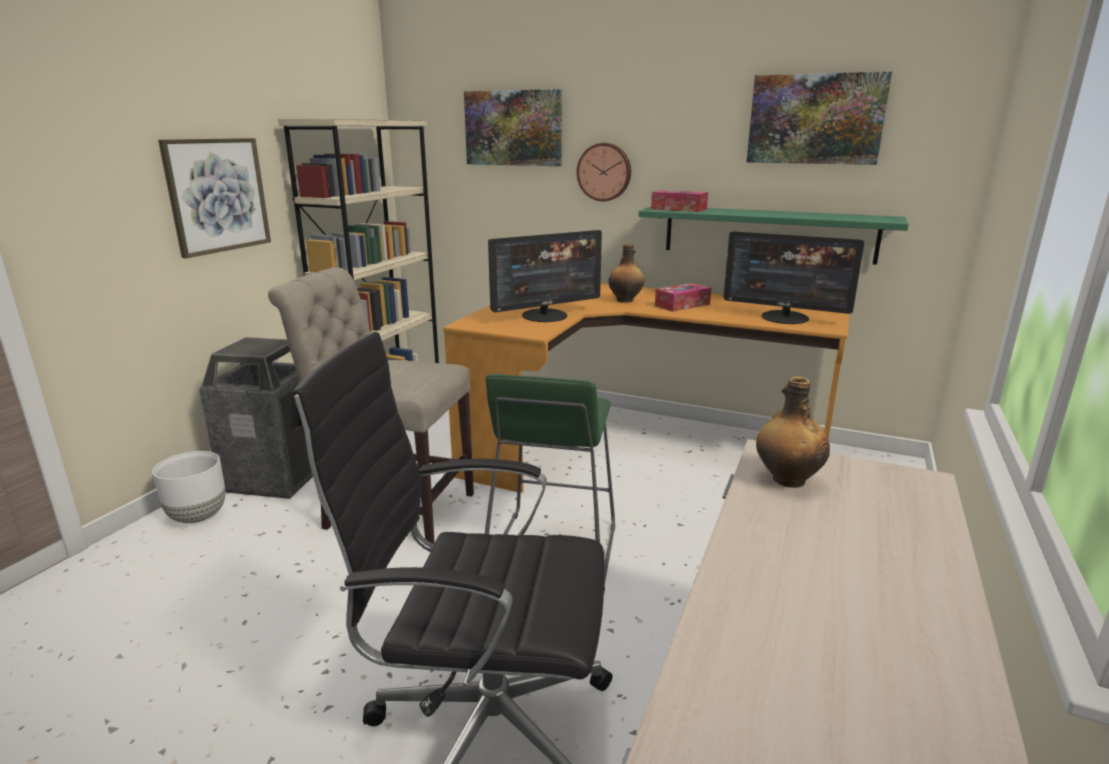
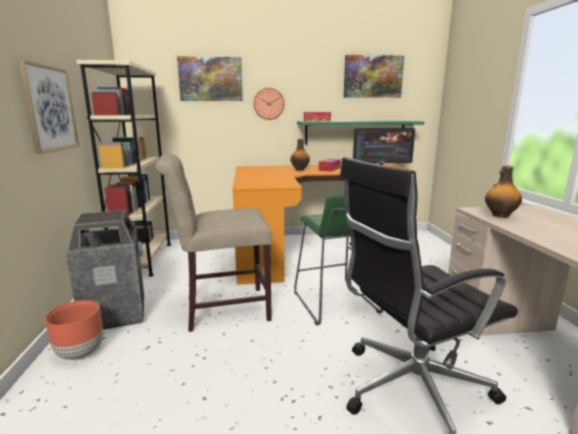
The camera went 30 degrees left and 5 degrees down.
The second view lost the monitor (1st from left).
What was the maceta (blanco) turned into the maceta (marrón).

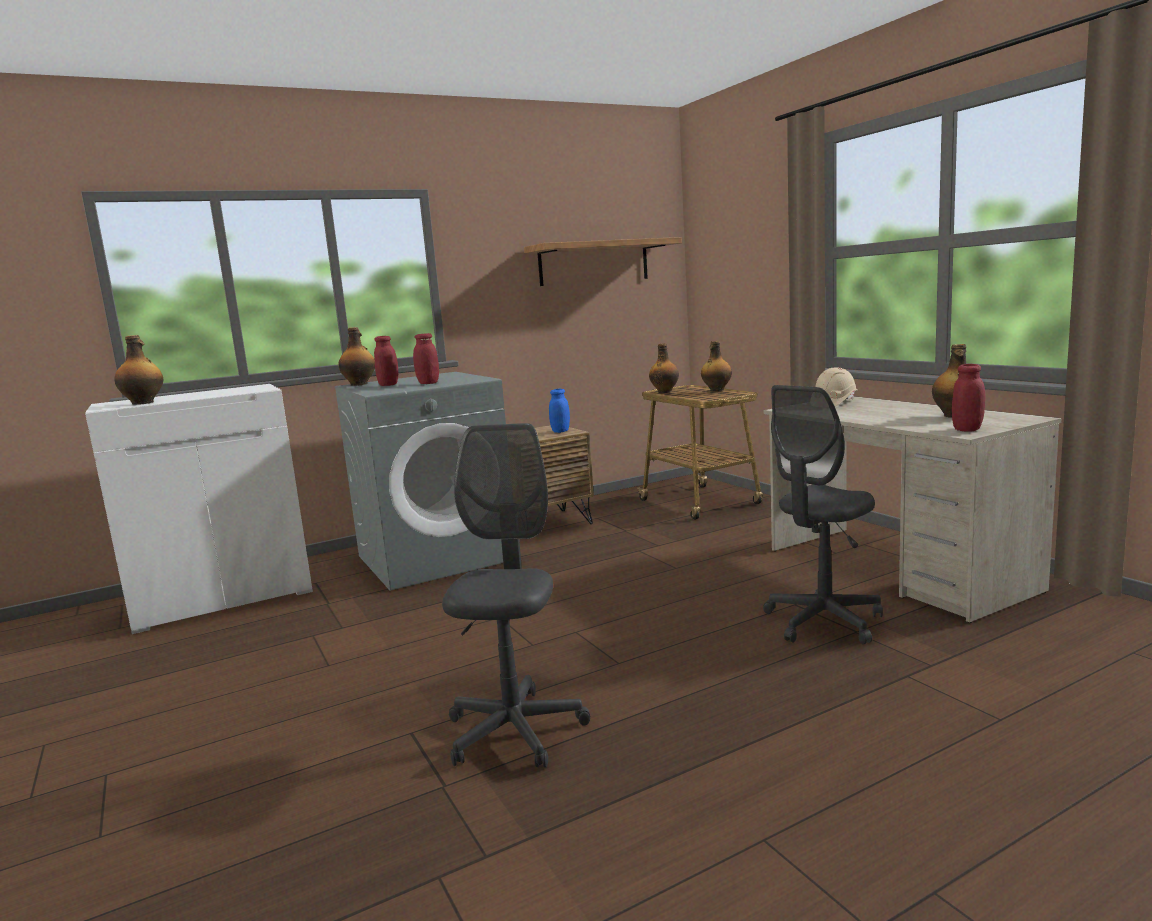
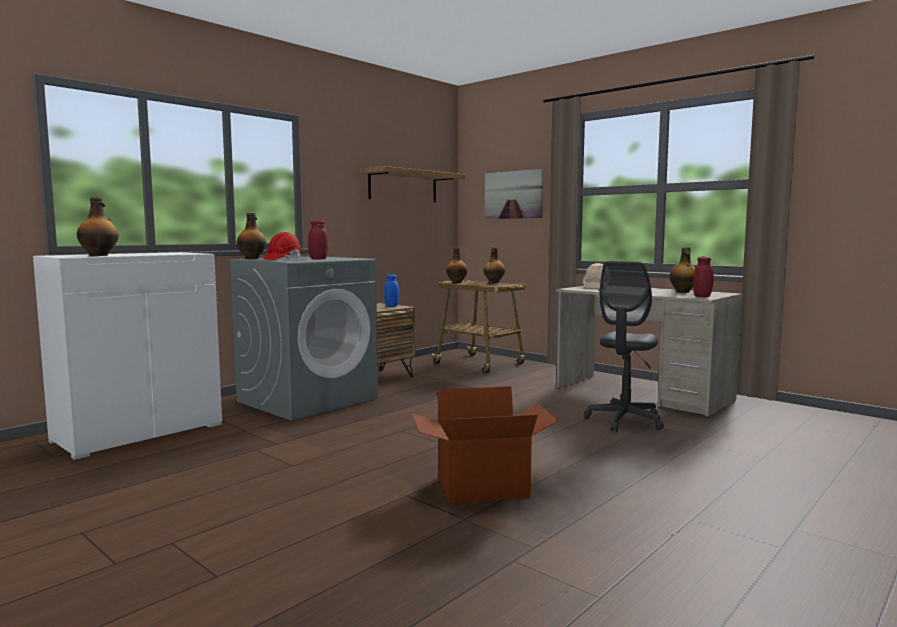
The camera went 20 degrees left and 5 degrees down.
Where the tarro (rojo) (1st from left) stood, the casco (rojo) came to stand.
Where the silla de oficina (gris) (1st from left) stood, the caja de cartón came to stand.
The second view gained the cuadro.

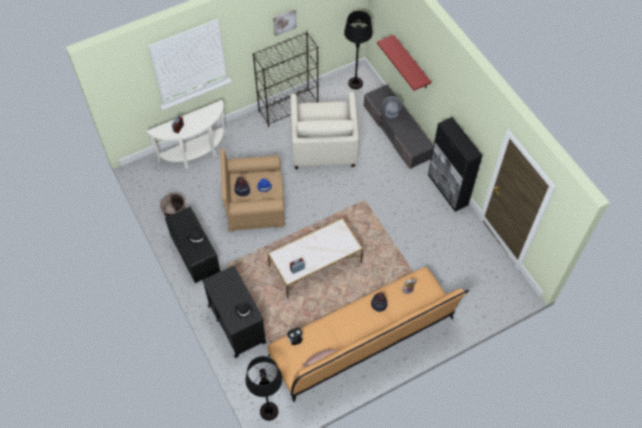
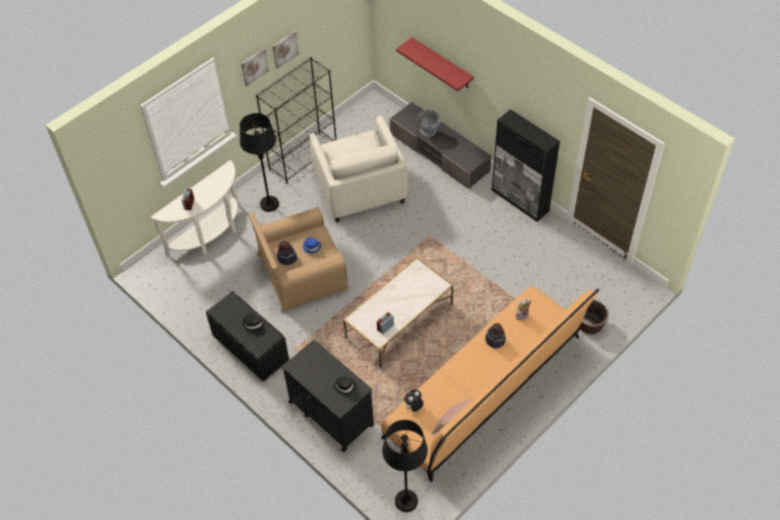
The camera went 15 degrees left and 5 degrees down.
The lámpara de pie (negro) (2nd from left in the first image) ended up elsewhere.
The maceta (marrón) ended up elsewhere.
The second view gained the cuadro (1st from left).

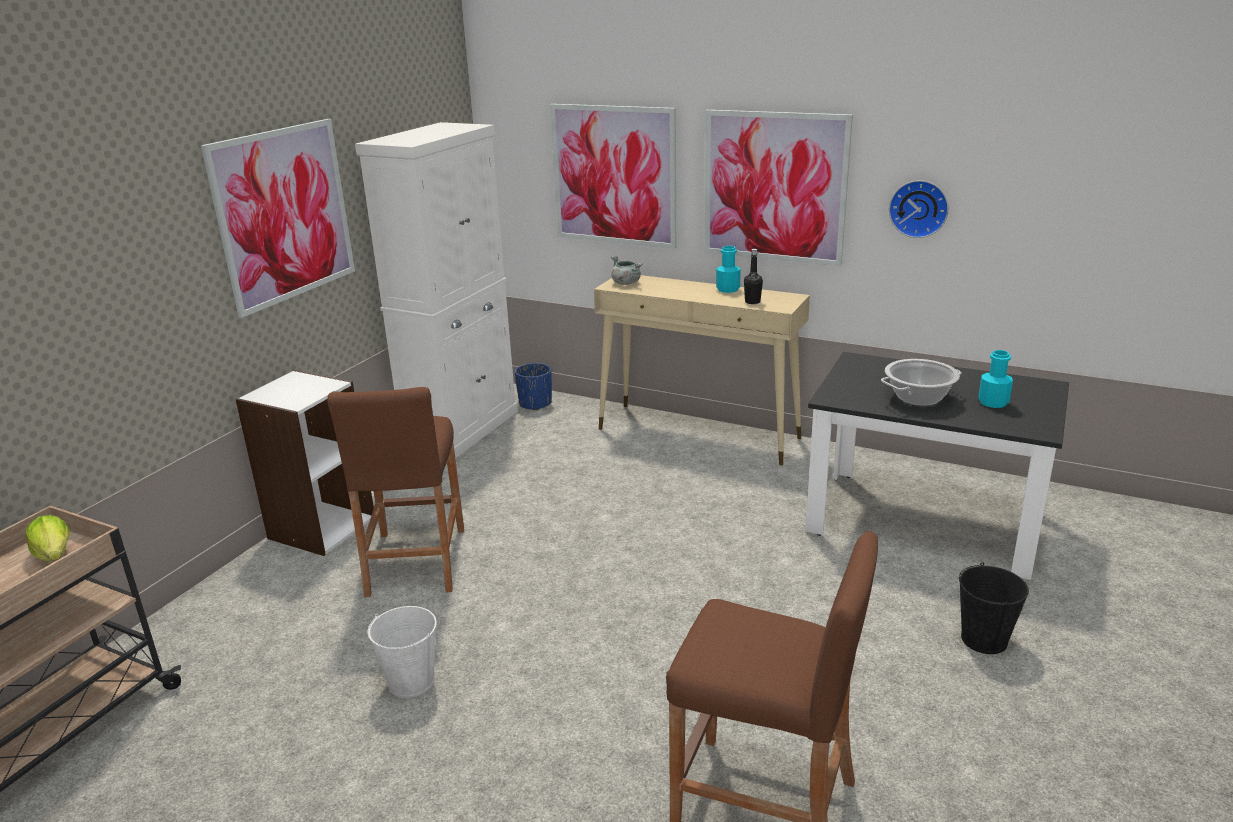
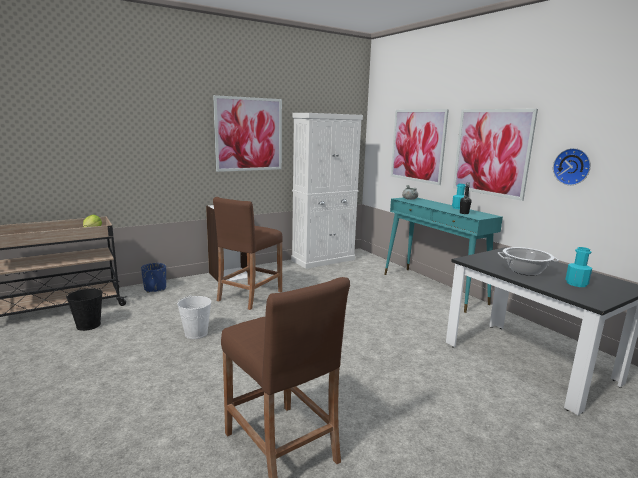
The camera went 30 degrees right and 10 degrees down.
What was the mesa consola (beis) turned into the mesa consola (turquesa).
The maceta (azul) ended up elsewhere.
The cubo (negro) ended up elsewhere.

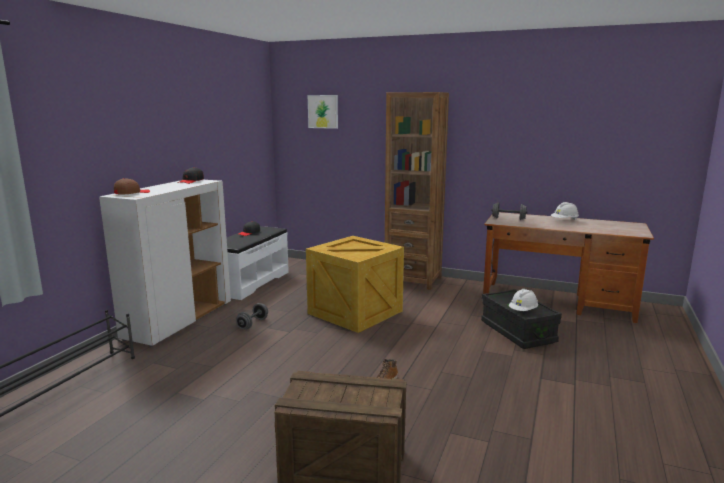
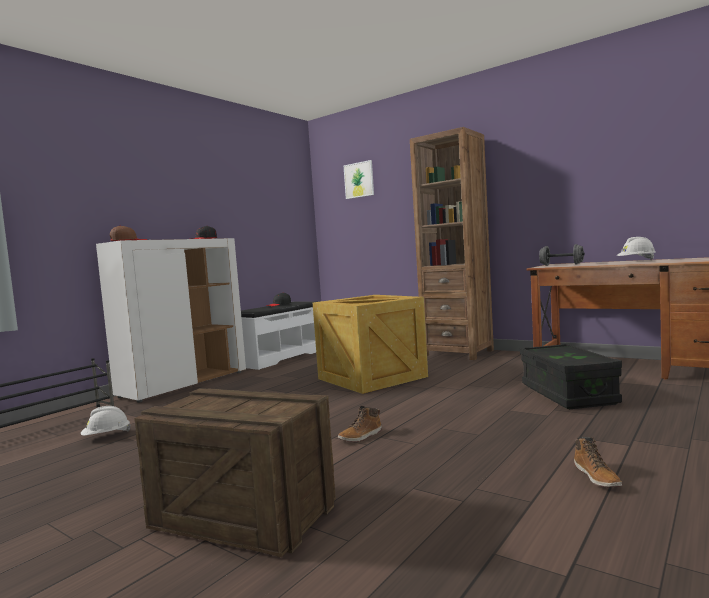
The camera went 15 degrees right and 10 degrees down.
The casco (blanco) (1st from left) ended up elsewhere.
The second view lost the mancuerna (gris) (1st from left).
The second view gained the bota (2nd from left).

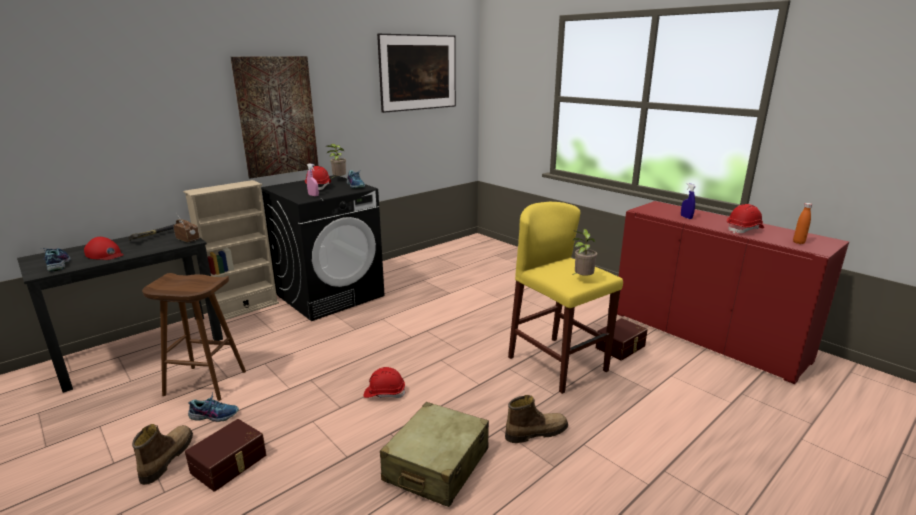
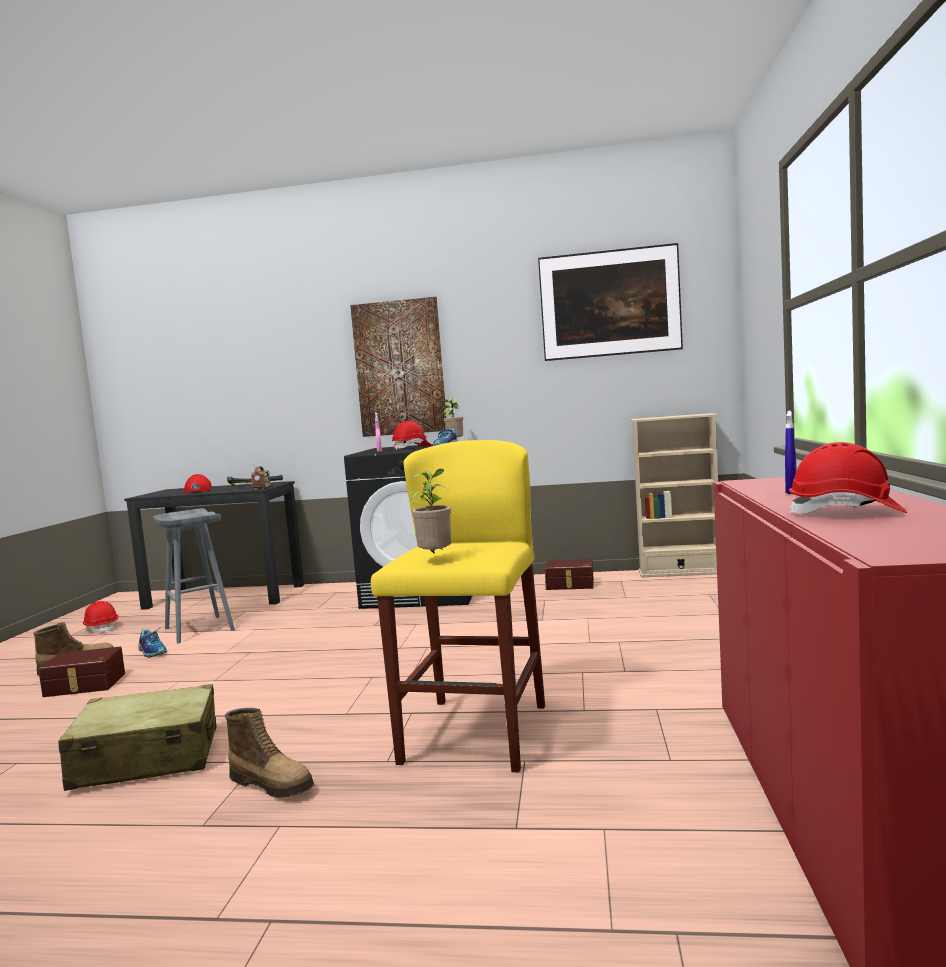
The camera went 50 degrees right and 15 degrees down.
The estantería (beis) ended up elsewhere.
The second view lost the botella (naranja).
The second view lost the zapato (1st from left).
What was the taburete (marrón) turned into the taburete (gris).
The caja de almacenaje (marrón) (2nd from left) ended up elsewhere.
The casco (rojo) (2nd from left in the first image) ended up elsewhere.

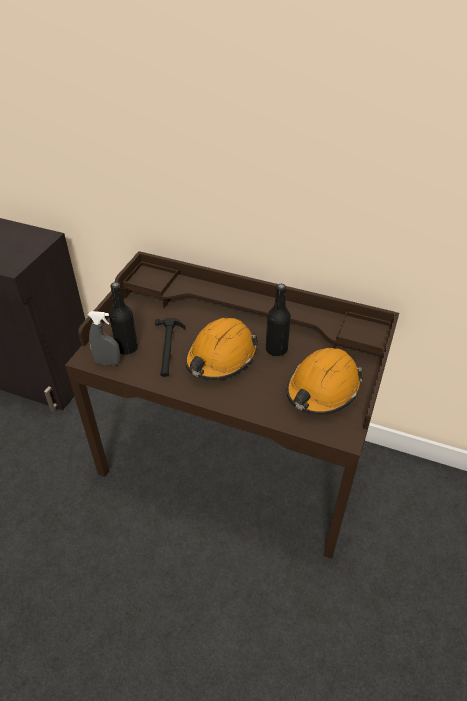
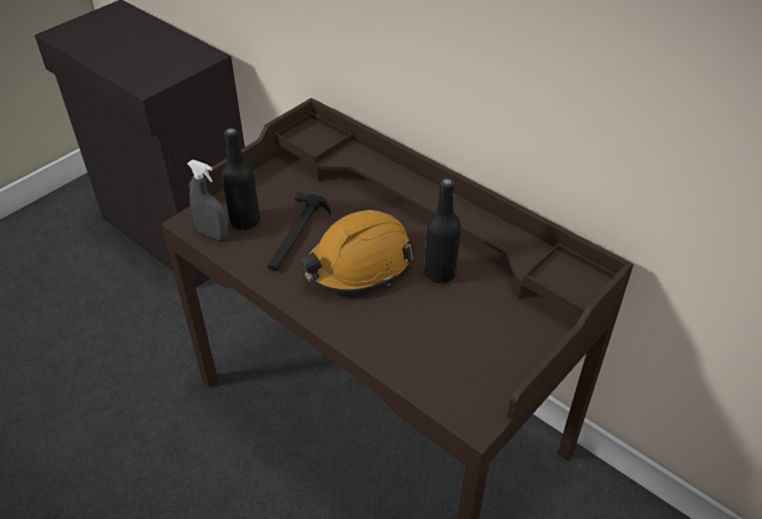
The camera went 20 degrees right and 0 degrees up.
The second view lost the casco (naranja) (2nd from left).

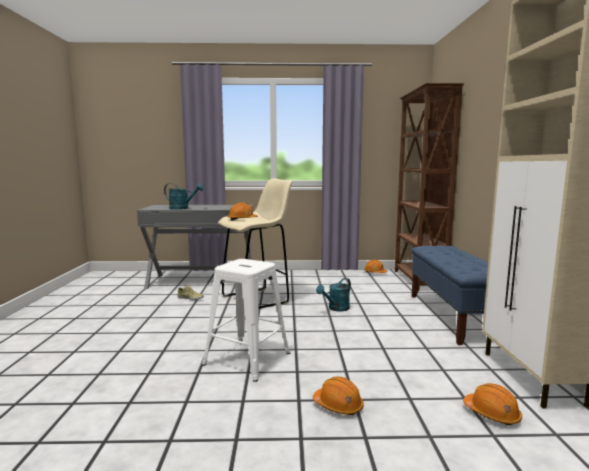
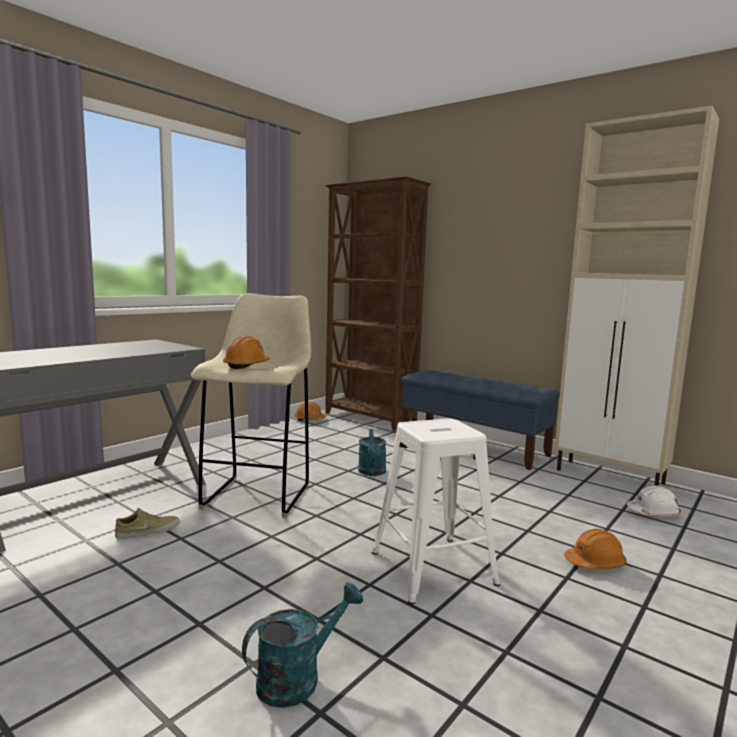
The camera went 50 degrees left and 0 degrees up.
The regadera (turquesa) (1st from left) ended up elsewhere.
What was the casco (naranja) (4th from left) turned into the casco (blanco).

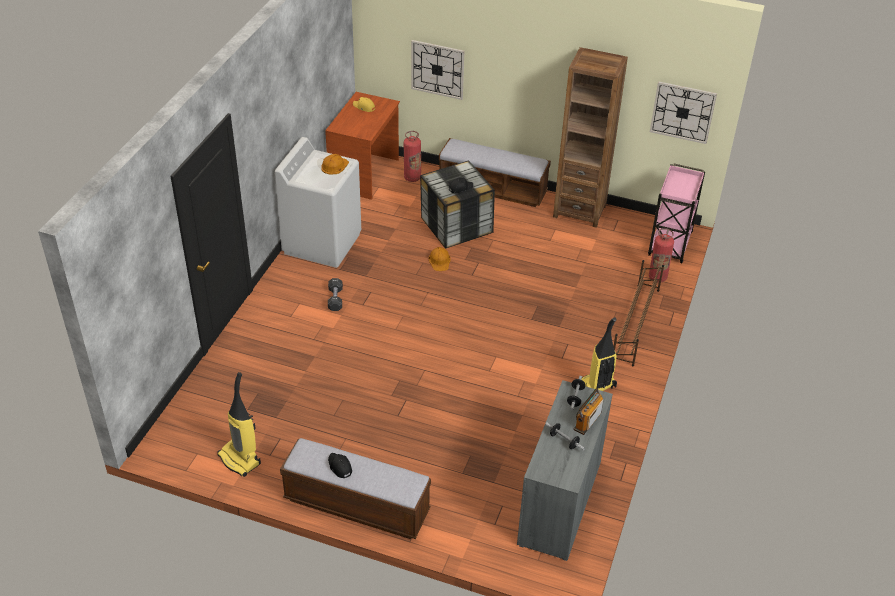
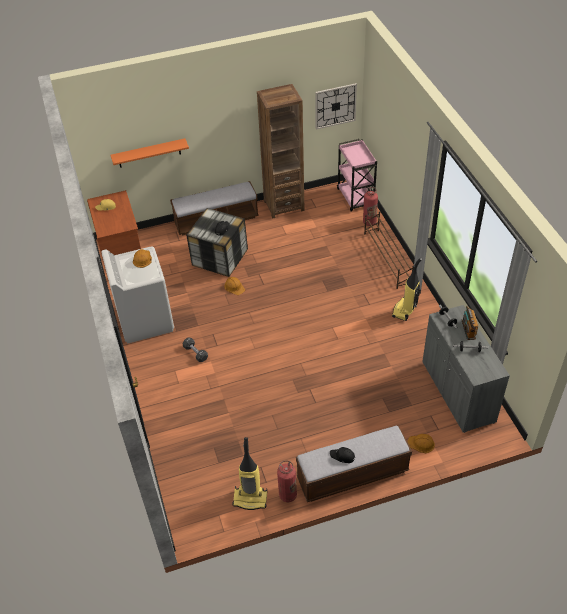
The camera went 35 degrees left and 5 degrees up.
Where the reloj de pared (1st from left) hung, the estante (naranja) came to hang.
The extintor (1st from left) ended up elsewhere.
The second view gained the casco (naranja) (3rd from left).

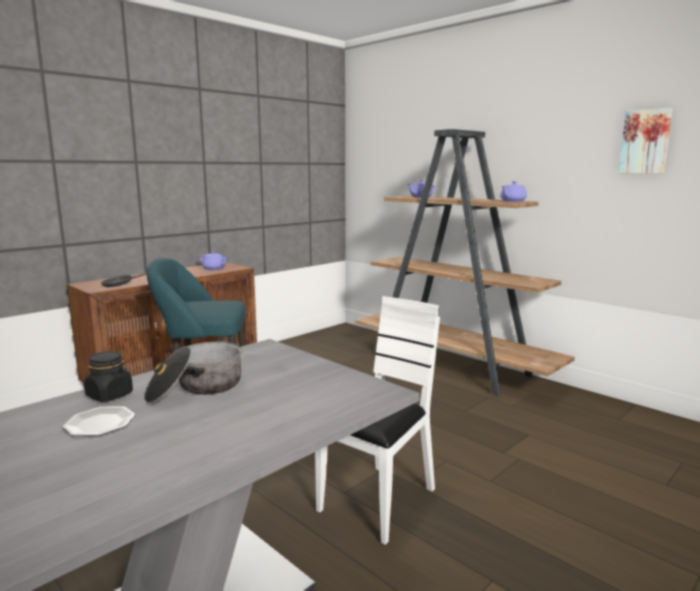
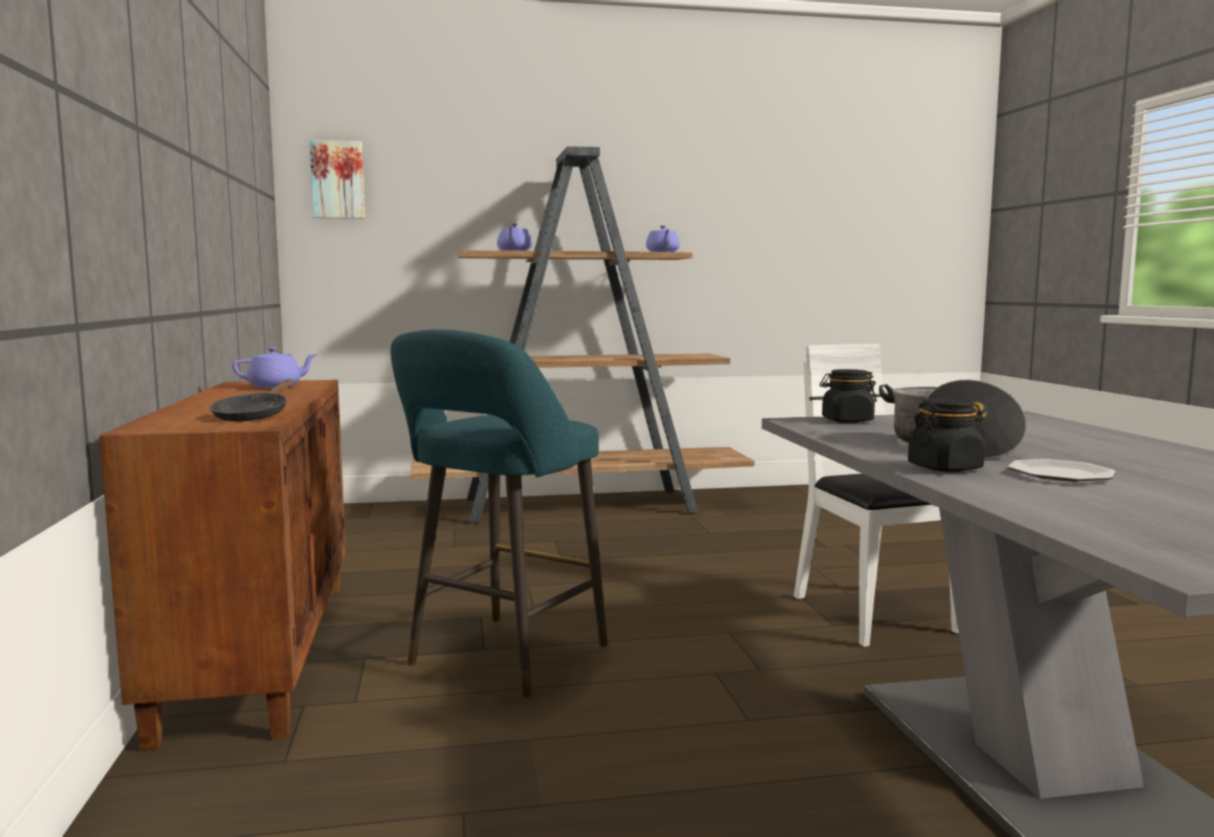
The camera went 55 degrees left and 5 degrees down.
The cuadro ended up elsewhere.
The second view gained the tarro (negro) (1st from left).

